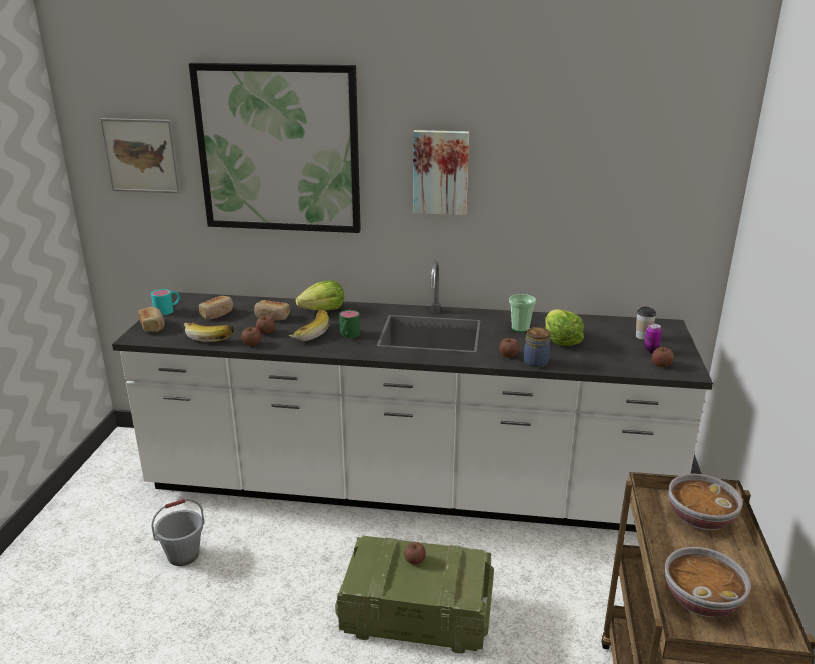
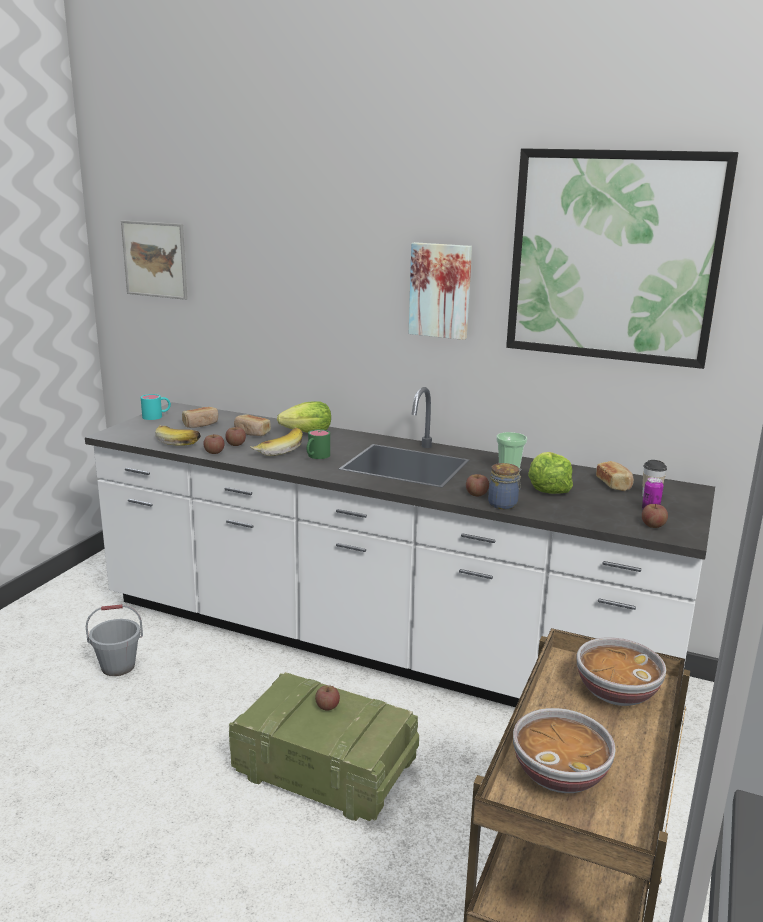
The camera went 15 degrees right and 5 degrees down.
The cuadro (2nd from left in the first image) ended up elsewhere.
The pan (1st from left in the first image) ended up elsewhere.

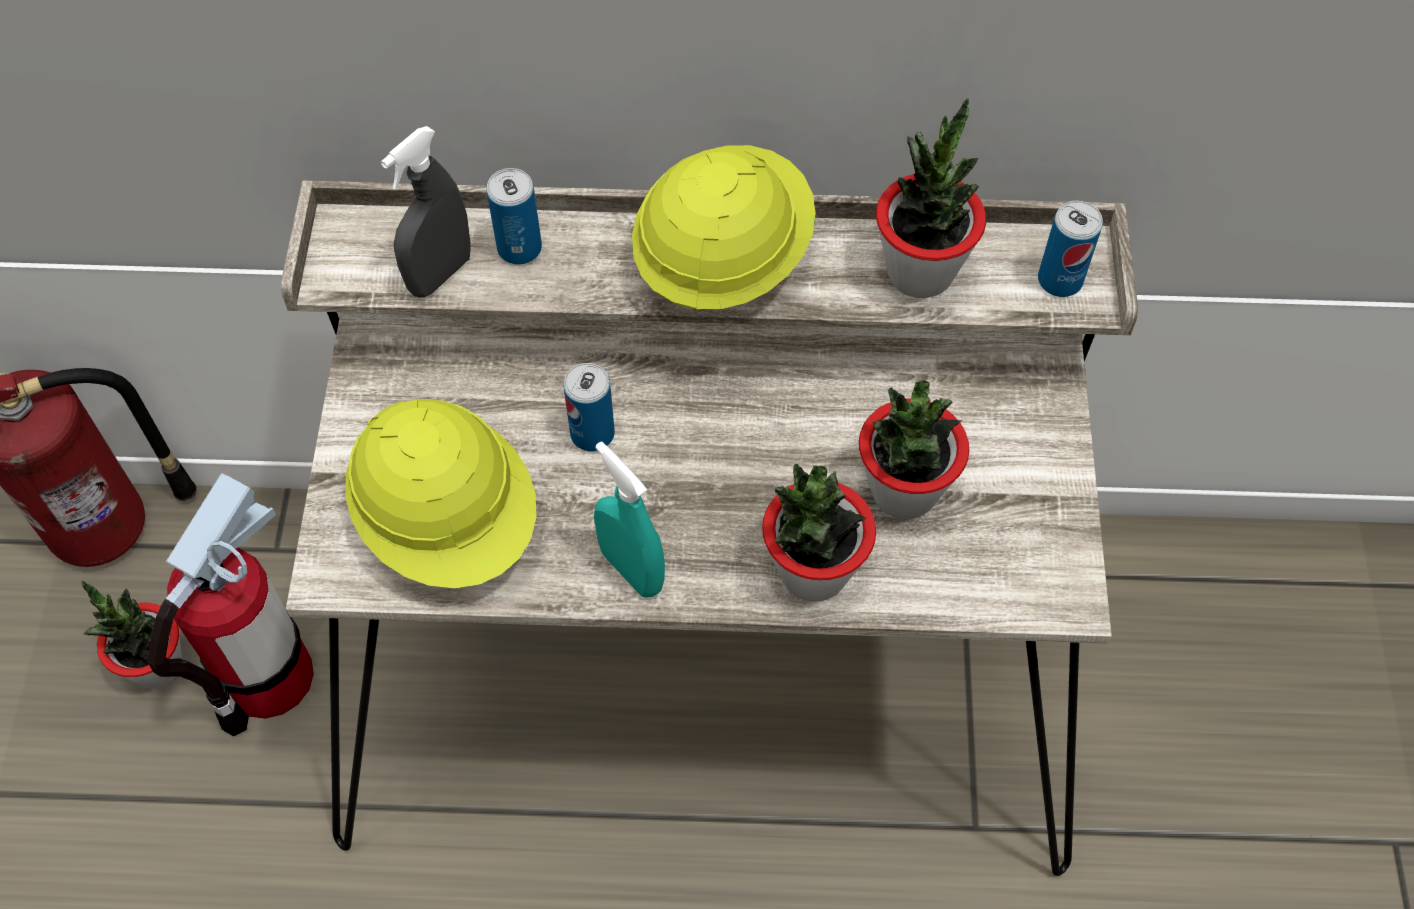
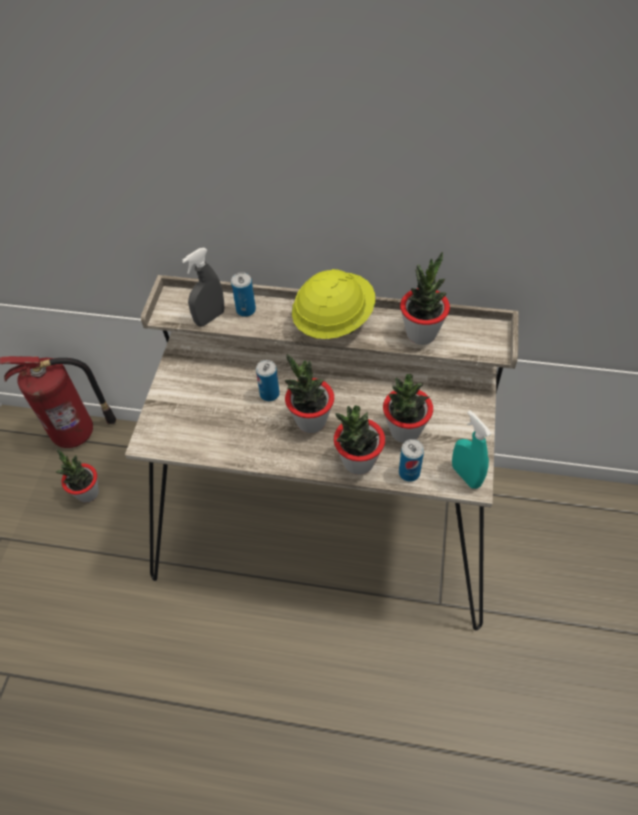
The camera went 10 degrees right and 5 degrees down.
The lata (3rd from left) ended up elsewhere.
The second view lost the casco (amarillo) (1st from left).
The pulverizador (turquesa) ended up elsewhere.
The second view lost the extintor (2nd from left).
The second view gained the planta en maceta (2nd from left).

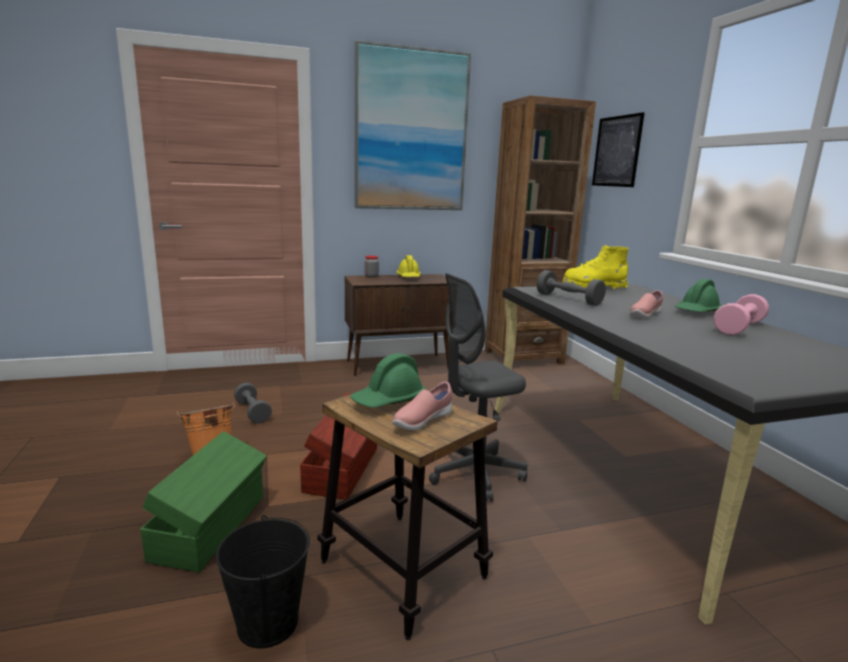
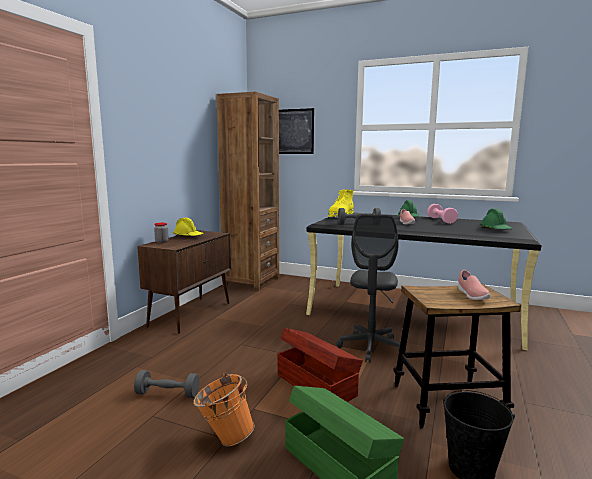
The camera went 50 degrees left and 5 degrees down.
The second view lost the cuadro (1st from left).
The casco (verde) (1st from left in the first image) ended up elsewhere.

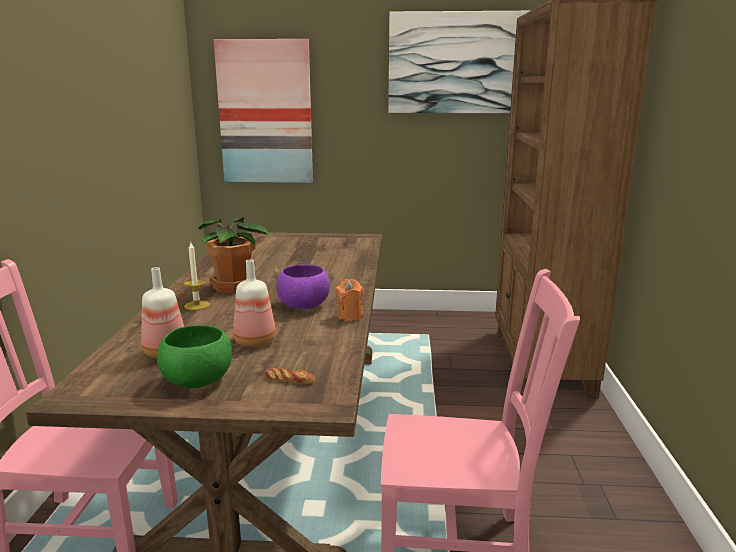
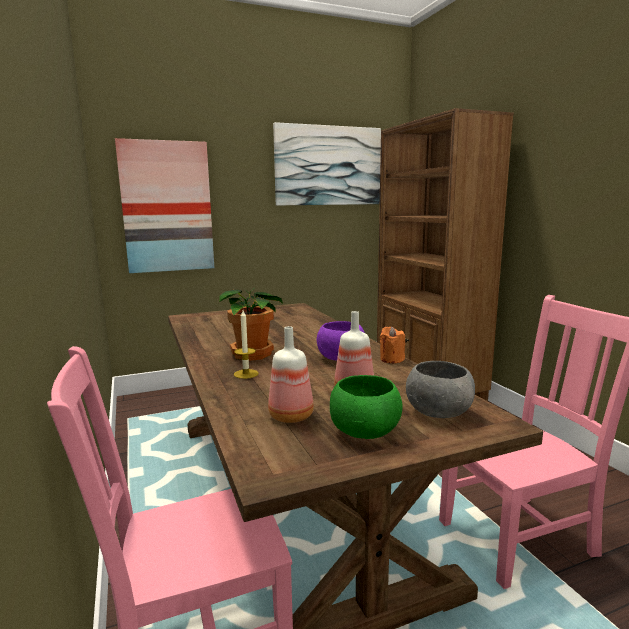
The camera went 25 degrees left and 5 degrees down.
Where the pan stood, the cuenco (gris) came to stand.

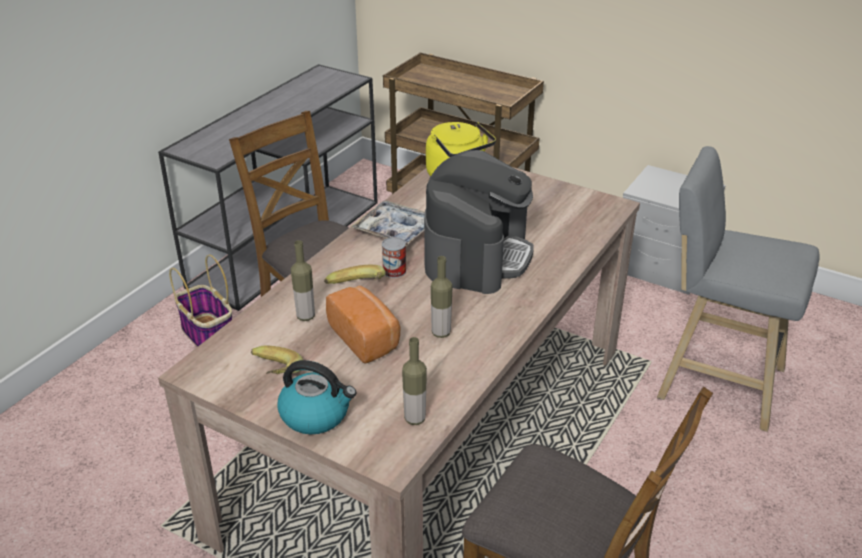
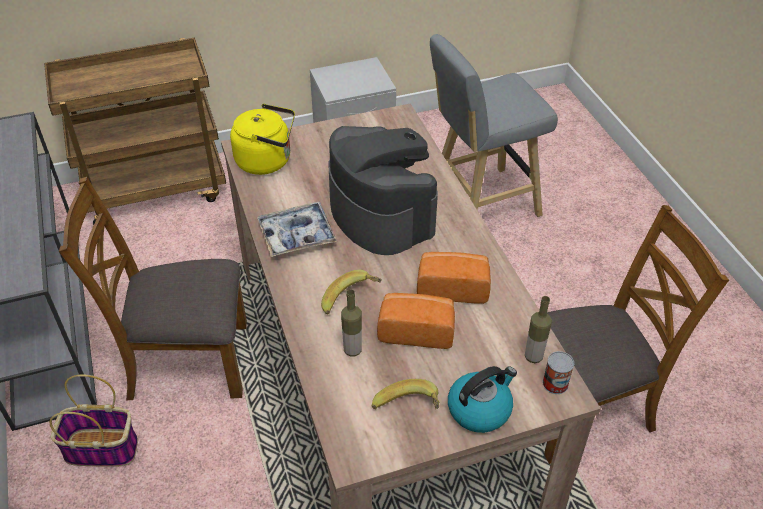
The camera went 50 degrees left and 10 degrees up.
The lata ended up elsewhere.
Where the botella (3rd from left) stood, the pan (2nd from left) came to stand.

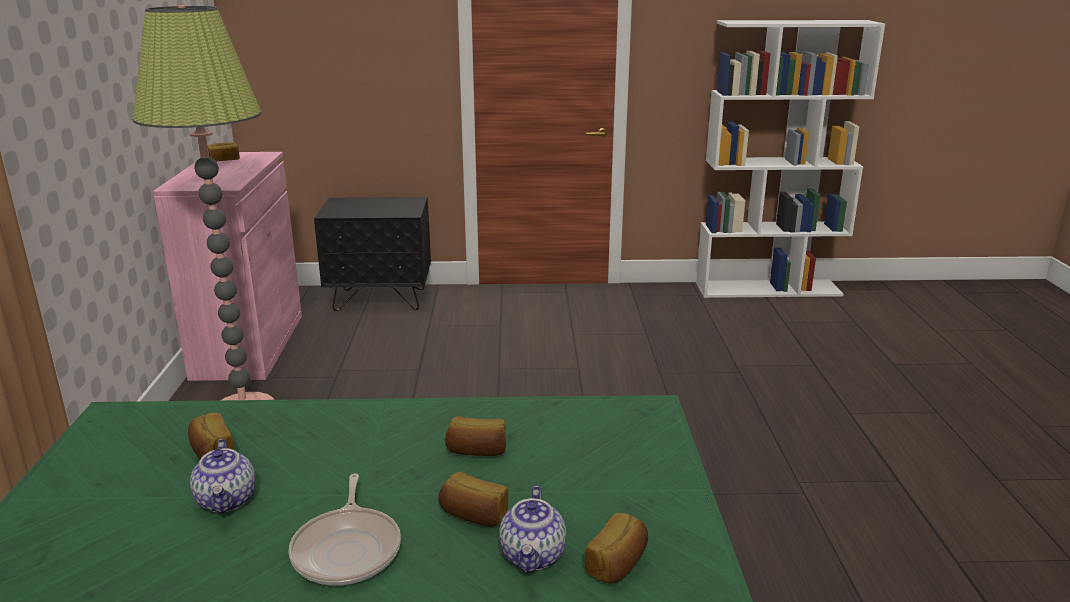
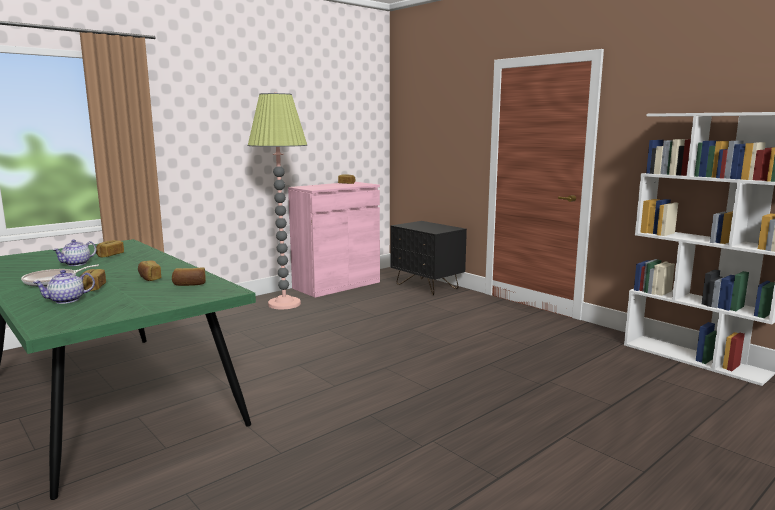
The camera went 50 degrees right and 10 degrees down.
The pan (5th from left in the first image) ended up elsewhere.

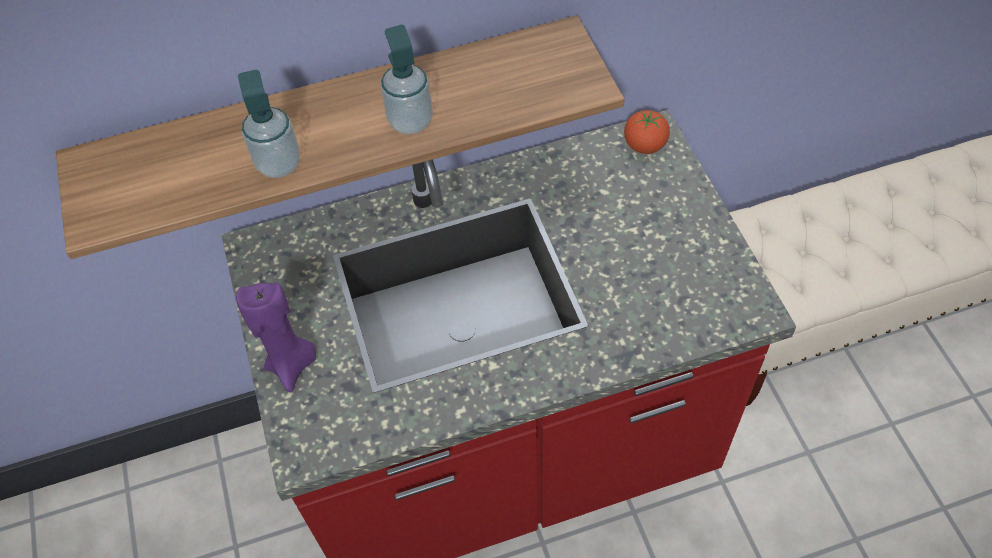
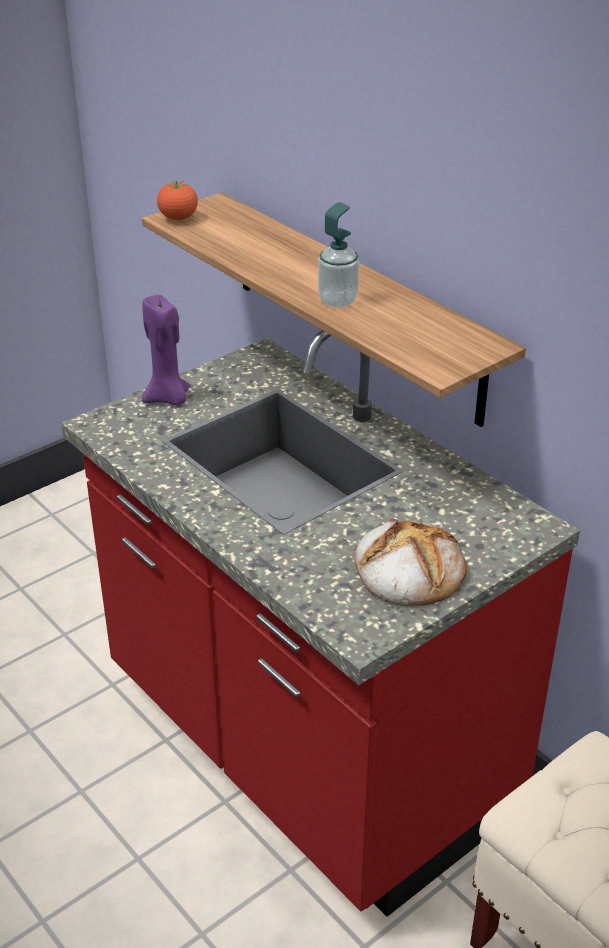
The camera went 65 degrees right and 20 degrees down.
The second view lost the dispensador de jabón (1st from left).
The tomate ended up elsewhere.
The second view gained the pan.

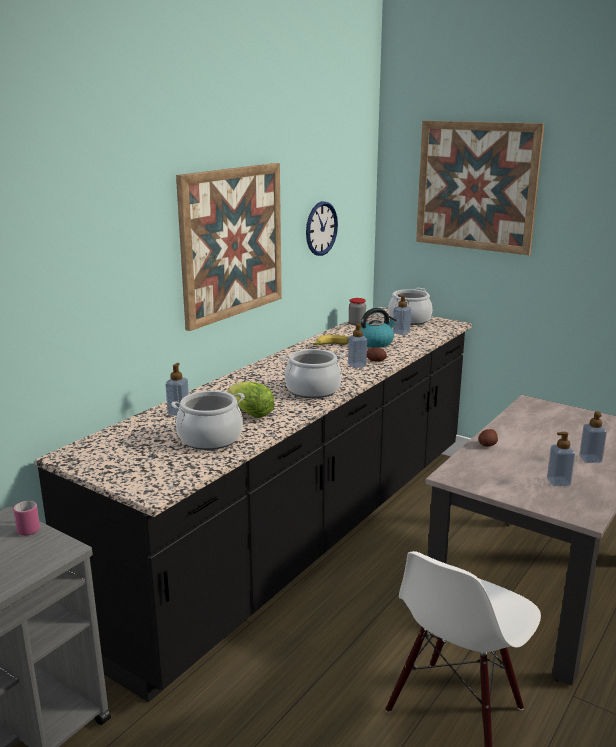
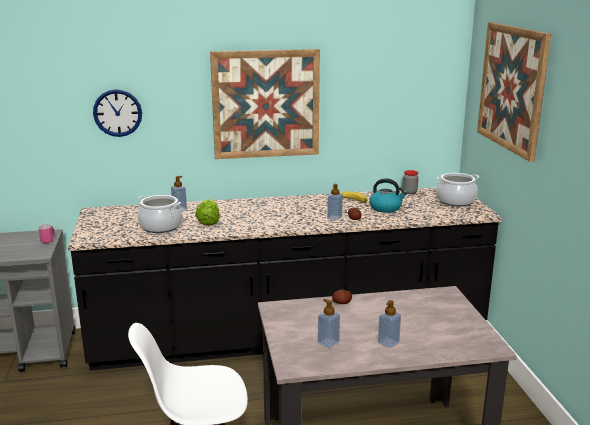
The camera went 45 degrees right and 0 degrees up.
The reloj de pared ended up elsewhere.
The second view lost the dispensador de jabón (3rd from left).
The second view lost the olla (2nd from left).

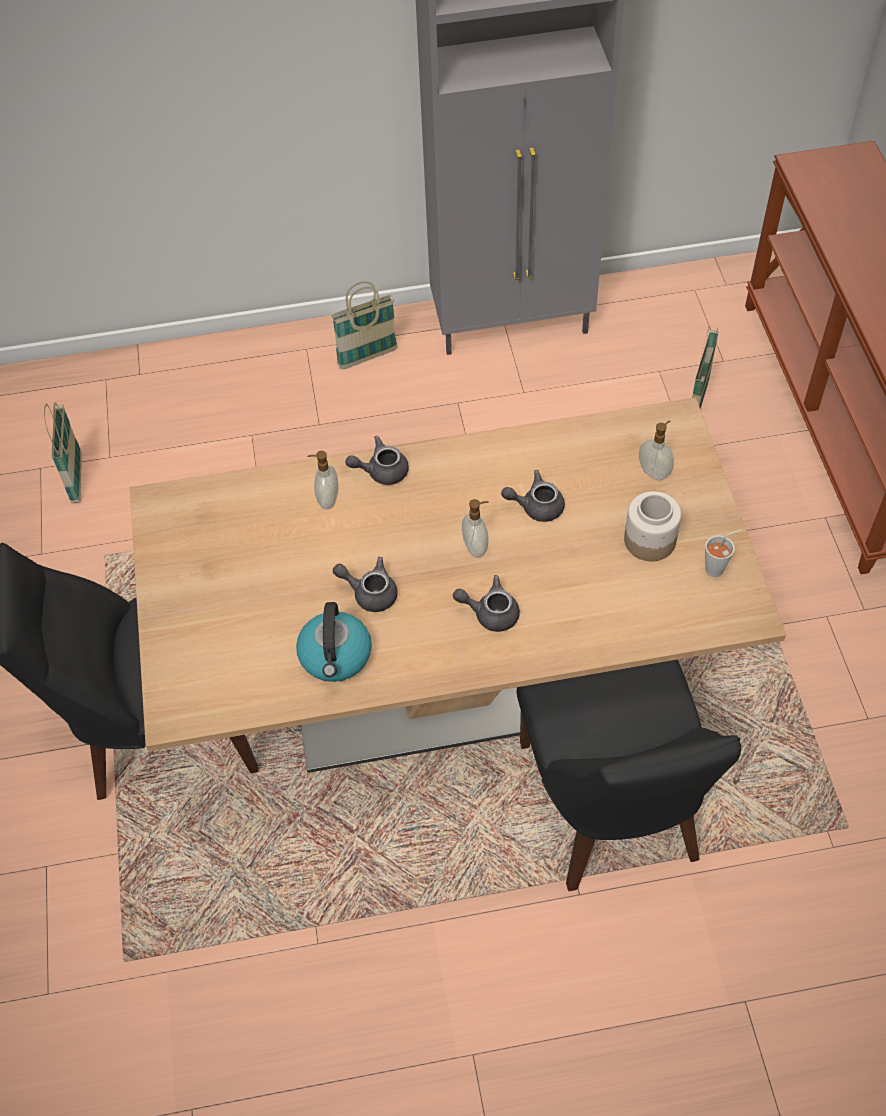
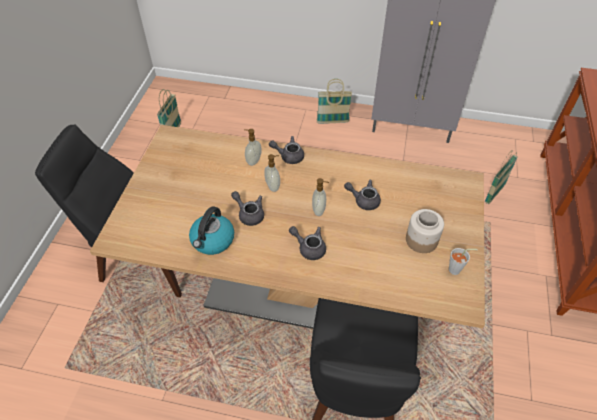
The camera went 20 degrees right and 5 degrees down.
The dispensador de jabón (3rd from left in the first image) ended up elsewhere.

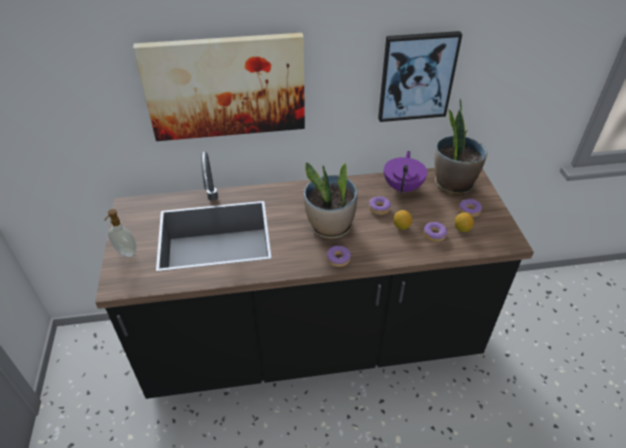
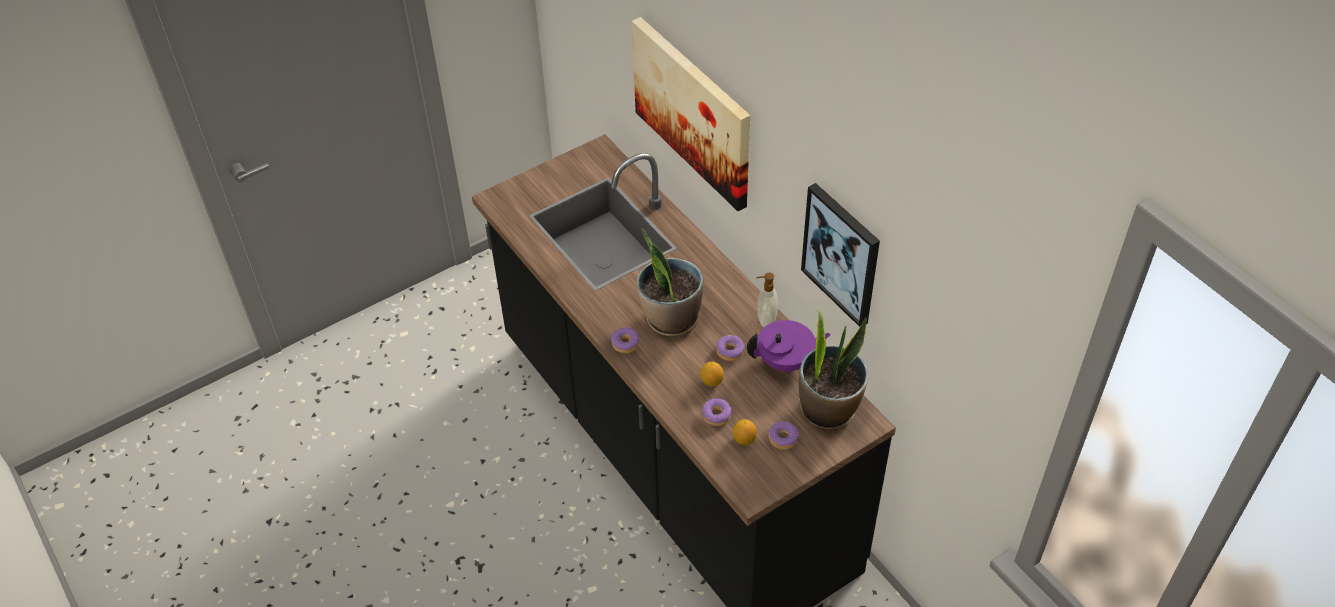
The camera went 65 degrees right and 5 degrees up.
The dispensador de jabón ended up elsewhere.

